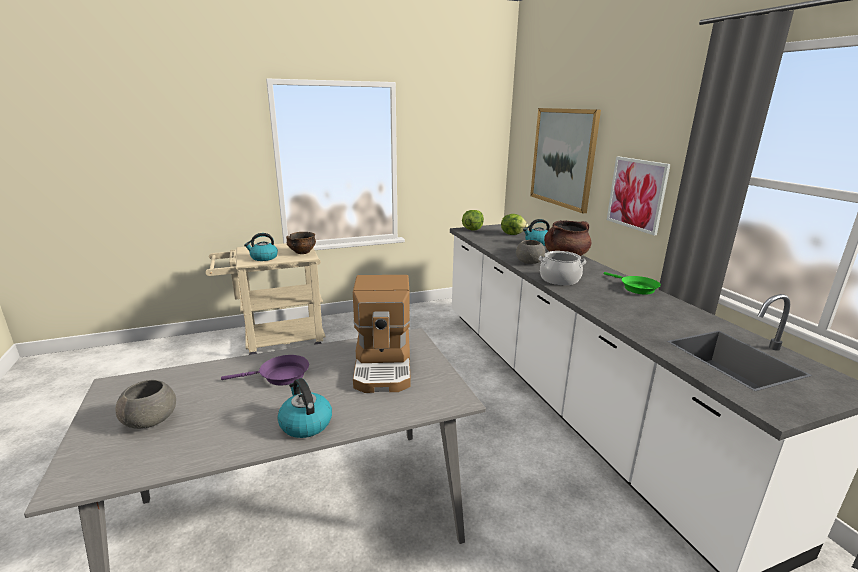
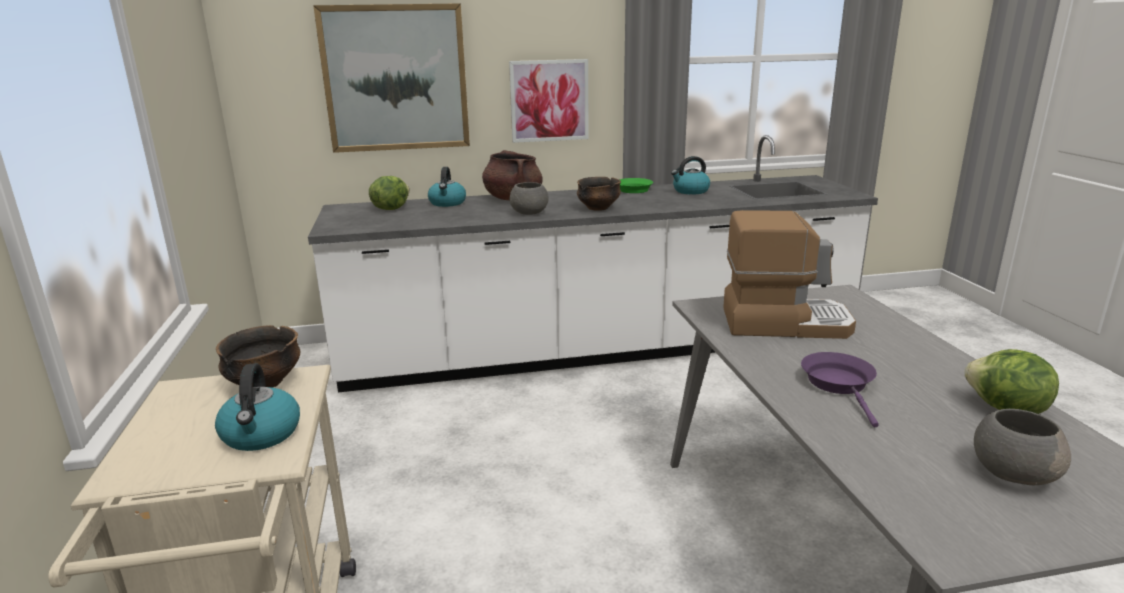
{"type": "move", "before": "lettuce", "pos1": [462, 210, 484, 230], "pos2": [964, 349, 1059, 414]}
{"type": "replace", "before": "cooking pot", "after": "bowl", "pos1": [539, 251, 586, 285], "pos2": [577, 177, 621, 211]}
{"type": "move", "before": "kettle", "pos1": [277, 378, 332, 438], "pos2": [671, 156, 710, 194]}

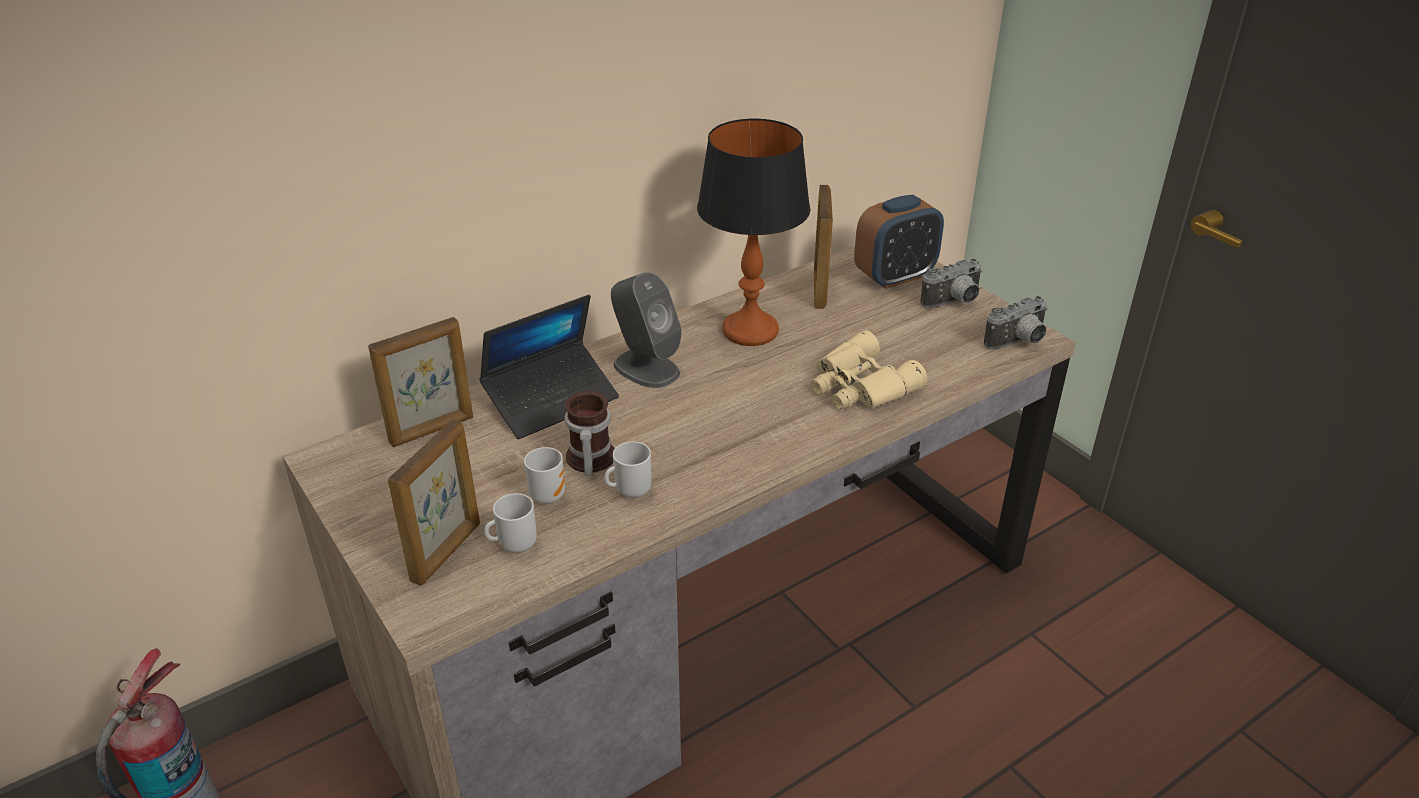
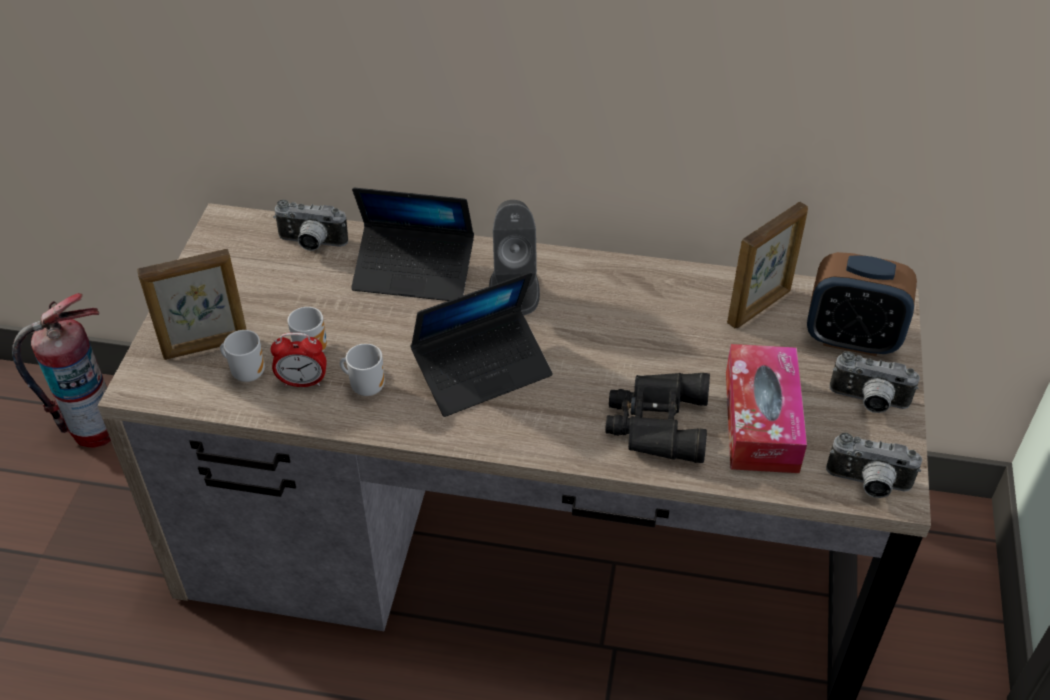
{"type": "delete", "before": "table lamp", "pos1": [697, 119, 810, 346]}
{"type": "replace", "before": "picture frame", "after": "photo camera", "pos1": [368, 317, 473, 447], "pos2": [273, 200, 348, 251]}
{"type": "recolor", "before": "binoculars in beige", "after": "binoculars in black", "pos1": [811, 330, 927, 410], "pos2": [605, 373, 710, 463]}
{"type": "delete", "before": "mug", "pos1": [565, 391, 614, 476]}
{"type": "insert", "after": "laptop", "pos2": [410, 272, 553, 417]}
{"type": "insert", "after": "alarm clock", "pos2": [271, 333, 327, 387]}
{"type": "insert", "after": "tissue box", "pos2": [726, 344, 807, 473]}

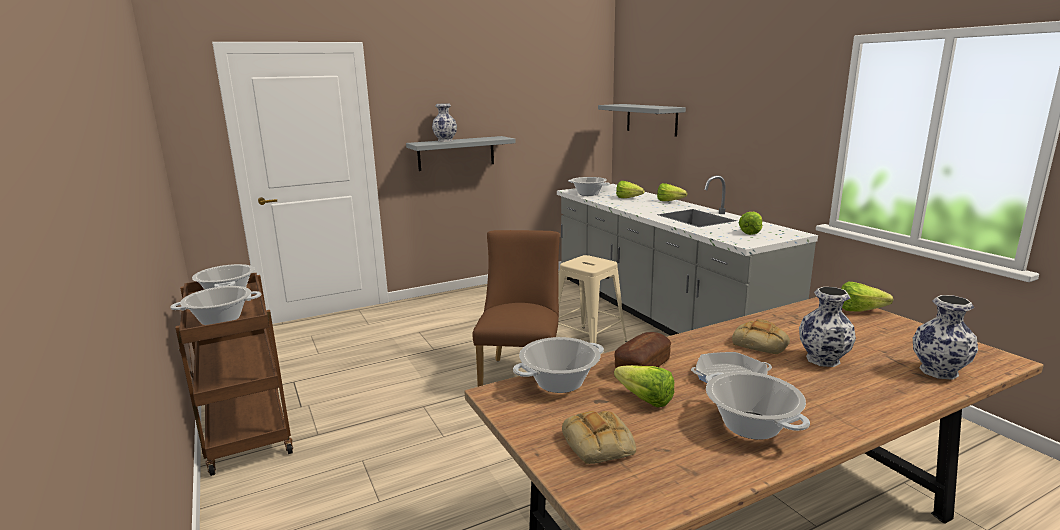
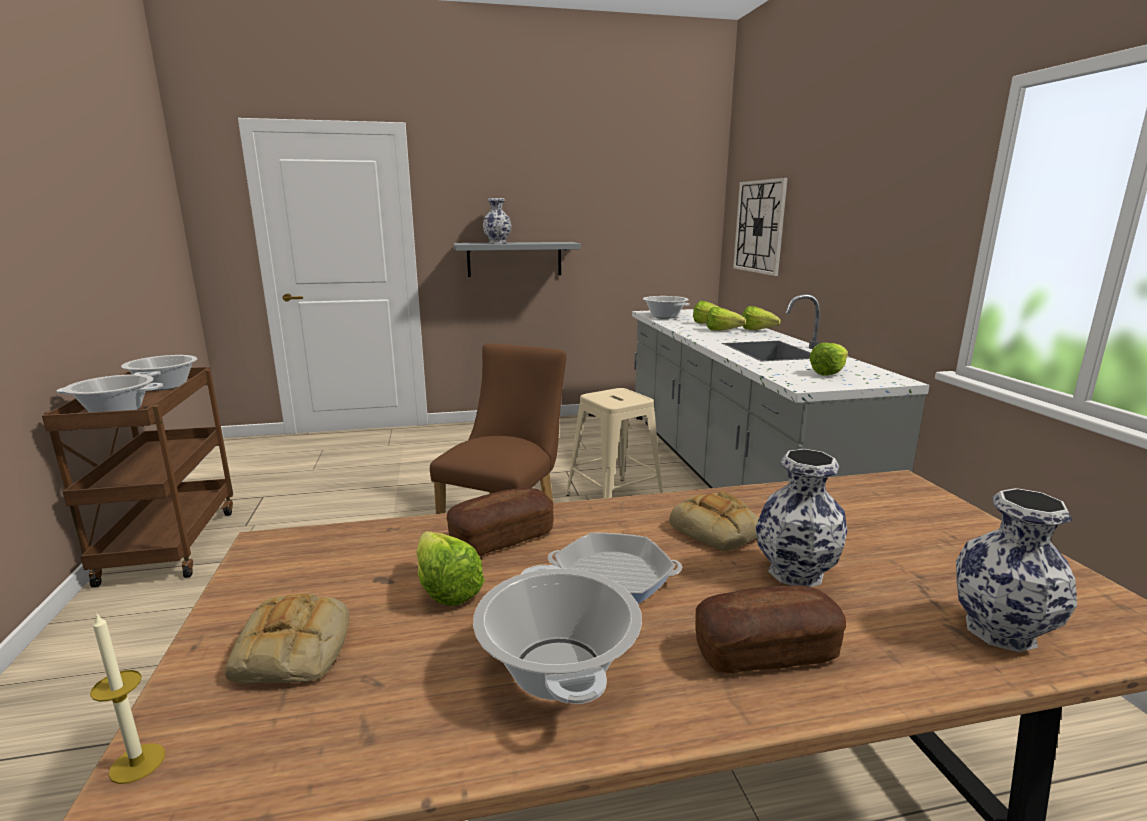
{"type": "replace", "before": "shelf in grey", "after": "wall clock", "pos1": [598, 104, 686, 137], "pos2": [733, 178, 788, 276]}
{"type": "move", "before": "lettuce", "pos1": [841, 282, 893, 312], "pos2": [707, 307, 746, 331]}
{"type": "delete", "before": "cooking pot", "pos1": [513, 337, 604, 393]}
{"type": "insert", "after": "bread", "pos2": [695, 585, 846, 673]}
{"type": "insert", "after": "candle", "pos2": [90, 612, 165, 784]}

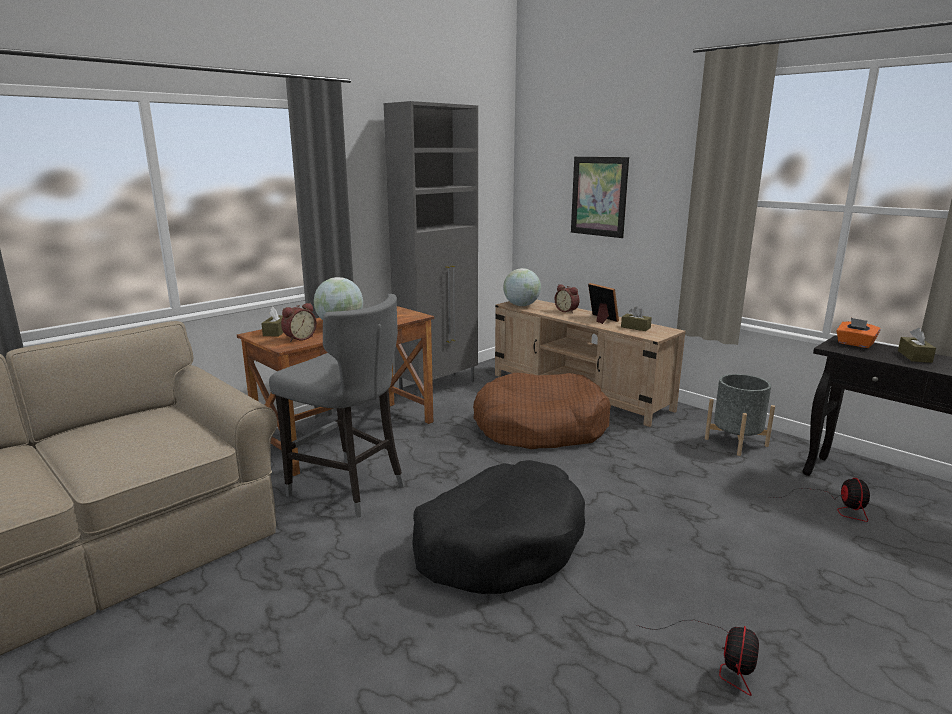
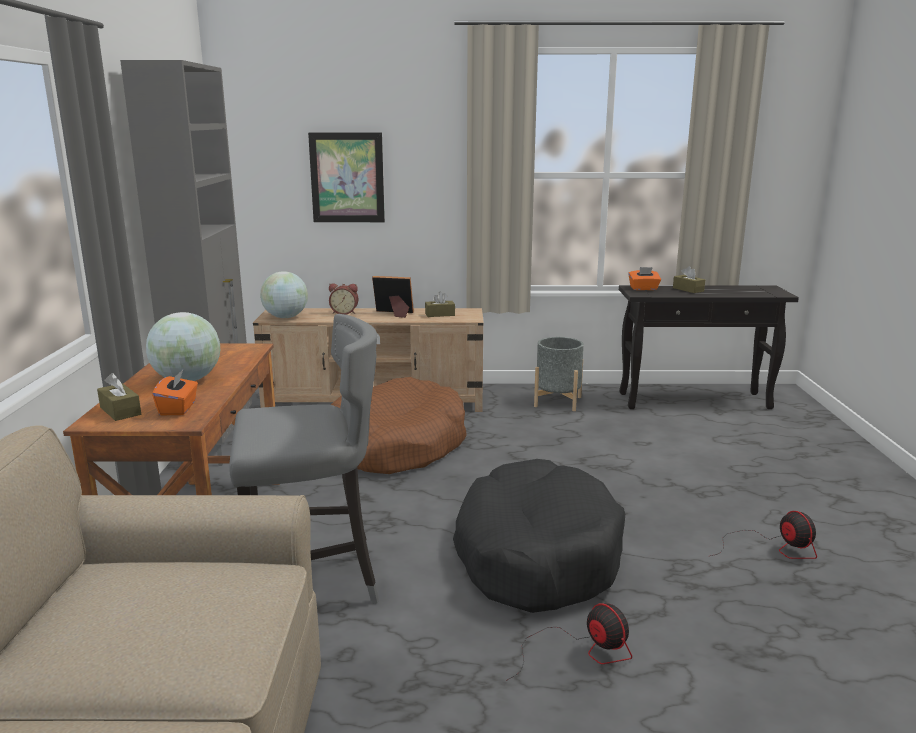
{"type": "replace", "before": "alarm clock", "after": "tissue box in orange", "pos1": [281, 303, 317, 342], "pos2": [152, 370, 198, 415]}
{"type": "move", "before": "fan", "pos1": [772, 478, 870, 522], "pos2": [506, 603, 632, 681]}

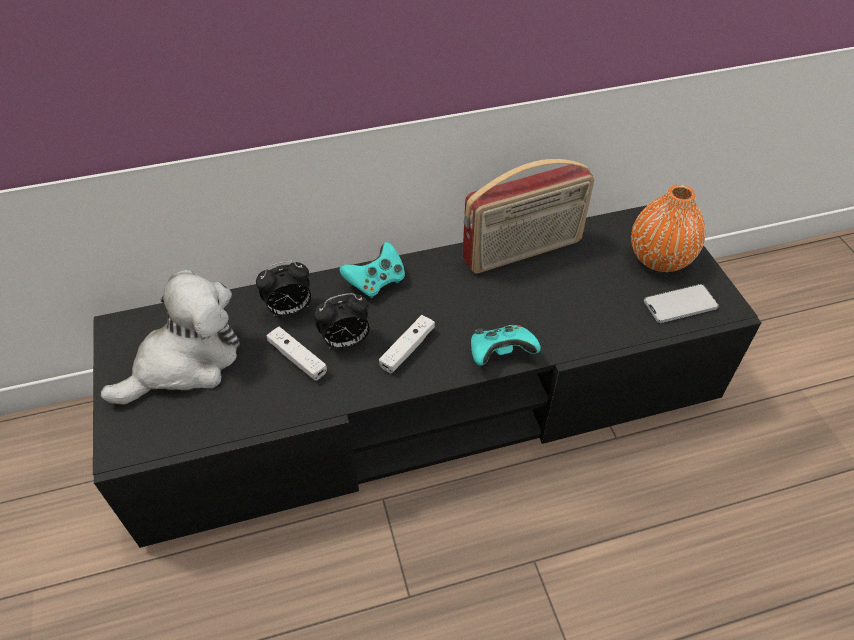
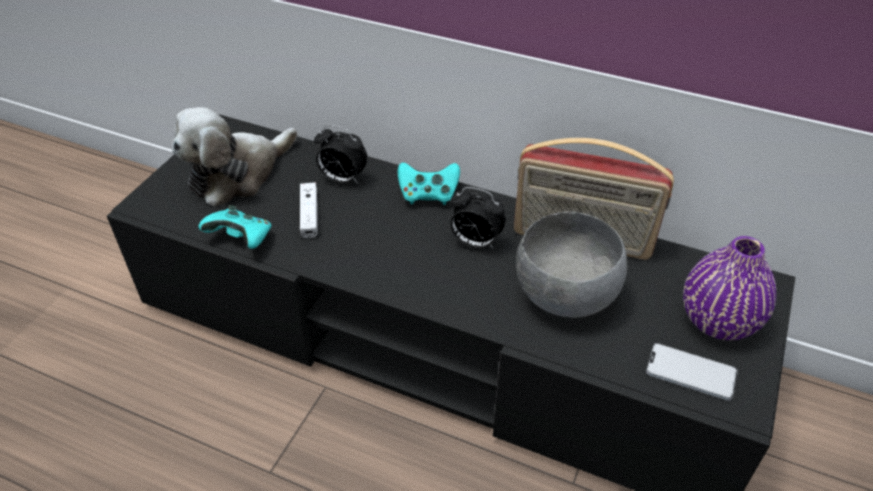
{"type": "recolor", "before": "vase in orange", "after": "vase in purple", "pos1": [631, 185, 705, 272], "pos2": [683, 236, 776, 340]}
{"type": "rotate", "before": "plush toy", "pos1": [101, 270, 240, 405], "pos2": [172, 107, 297, 207], "turn": 135}
{"type": "move", "before": "alarm clock", "pos1": [314, 293, 370, 349], "pos2": [450, 187, 506, 249]}
{"type": "delete", "before": "game controller in white", "pos1": [379, 315, 435, 373]}
{"type": "move", "before": "game controller in turquoise", "pos1": [471, 325, 541, 366], "pos2": [199, 205, 272, 249]}
{"type": "insert", "after": "bowl in grey", "pos2": [516, 212, 628, 318]}

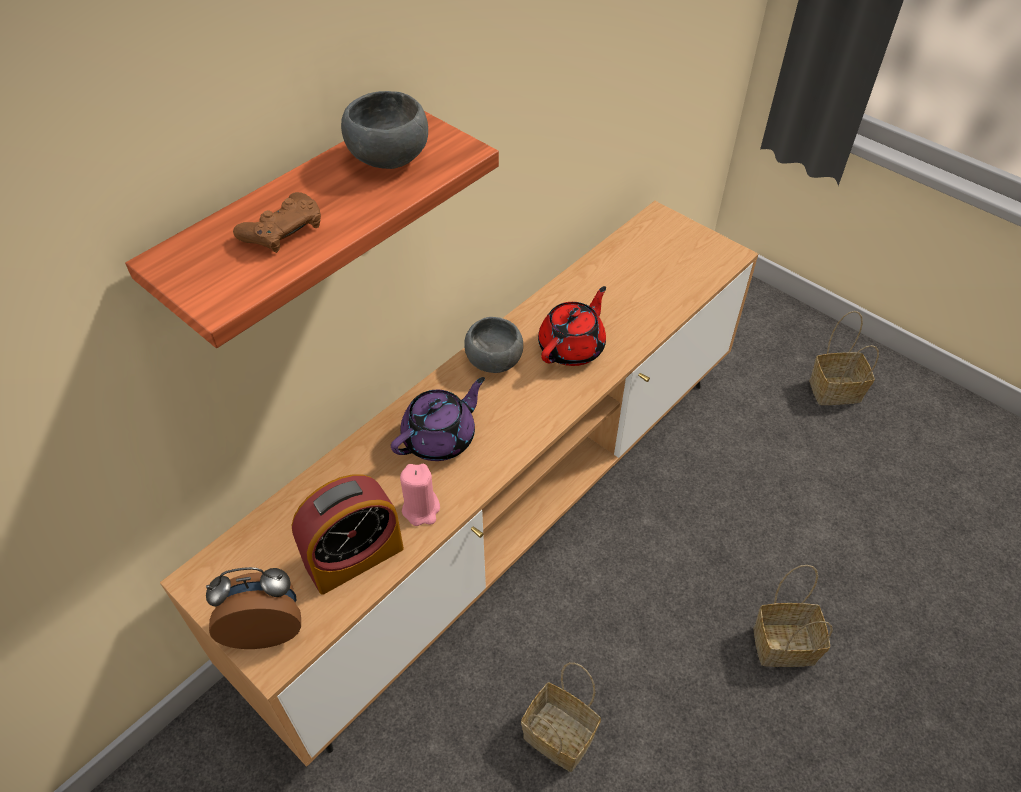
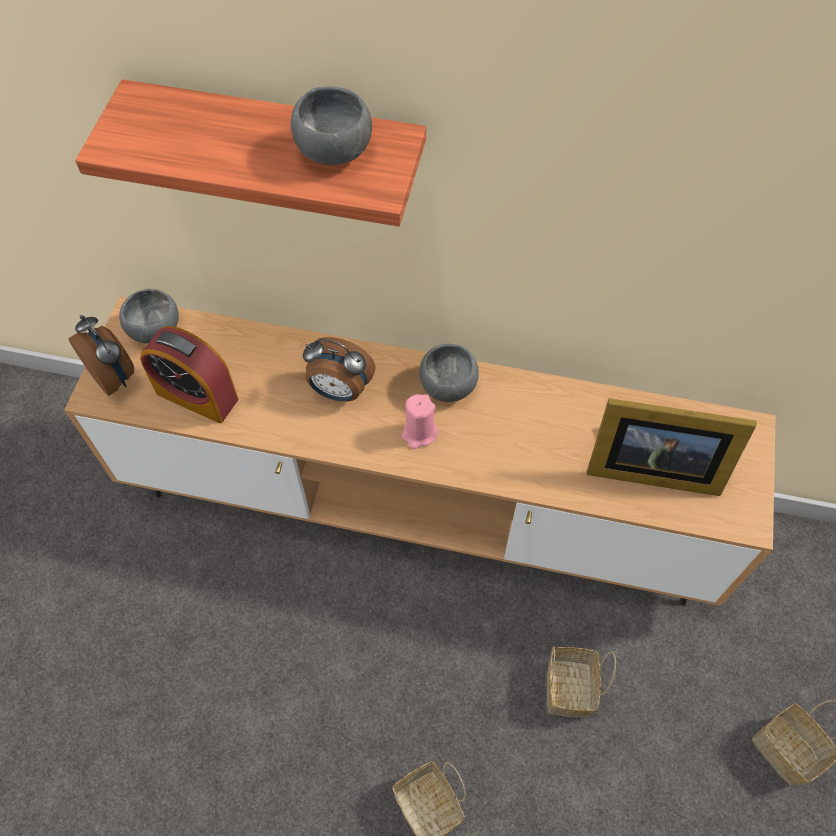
{"type": "delete", "before": "game controller in brown", "pos1": [233, 192, 321, 253]}
{"type": "delete", "before": "teapot in red", "pos1": [538, 286, 606, 366]}
{"type": "replace", "before": "teapot in purple", "after": "alarm clock", "pos1": [391, 377, 485, 461], "pos2": [303, 337, 376, 401]}
{"type": "move", "before": "candle in pink", "pos1": [400, 464, 440, 526], "pos2": [402, 394, 439, 449]}
{"type": "move", "before": "basket", "pos1": [521, 662, 601, 772], "pos2": [547, 646, 616, 718]}
{"type": "insert", "after": "bowl in grey", "pos2": [119, 289, 179, 344]}
{"type": "insert", "after": "picture frame", "pos2": [587, 398, 757, 496]}

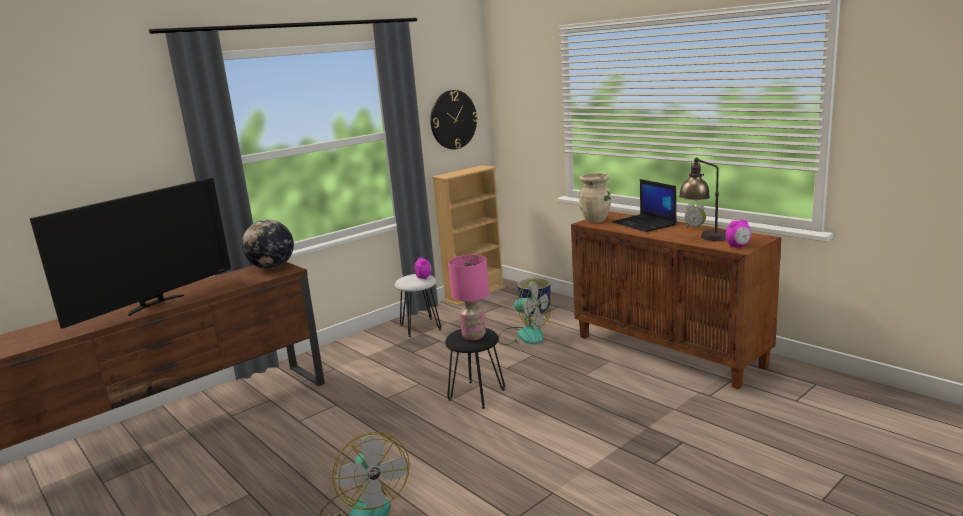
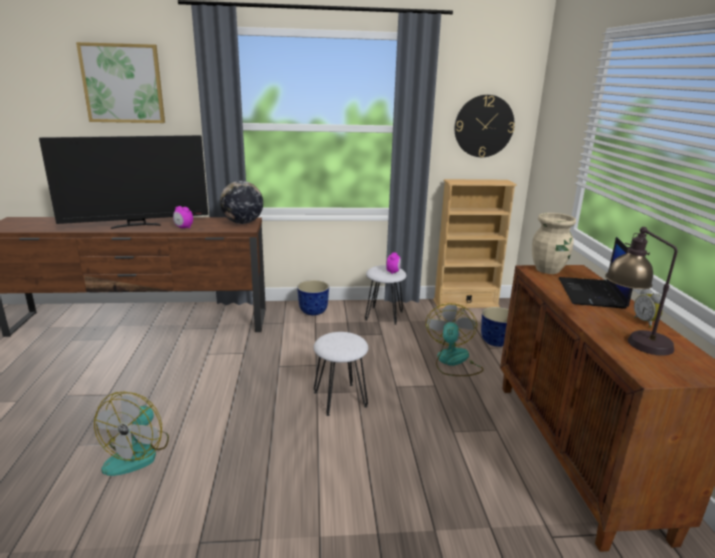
{"type": "move", "before": "alarm clock", "pos1": [725, 219, 751, 248], "pos2": [173, 206, 193, 228]}
{"type": "delete", "before": "table lamp in pink", "pos1": [448, 255, 489, 340]}
{"type": "rotate", "before": "fan", "pos1": [498, 280, 551, 345], "pos2": [426, 303, 484, 376], "turn": -150}
{"type": "recolor", "before": "stool in black", "after": "stool in white", "pos1": [445, 328, 505, 409], "pos2": [313, 332, 368, 416]}
{"type": "insert", "after": "picture", "pos2": [76, 42, 165, 123]}
{"type": "insert", "after": "planter", "pos2": [297, 280, 329, 315]}

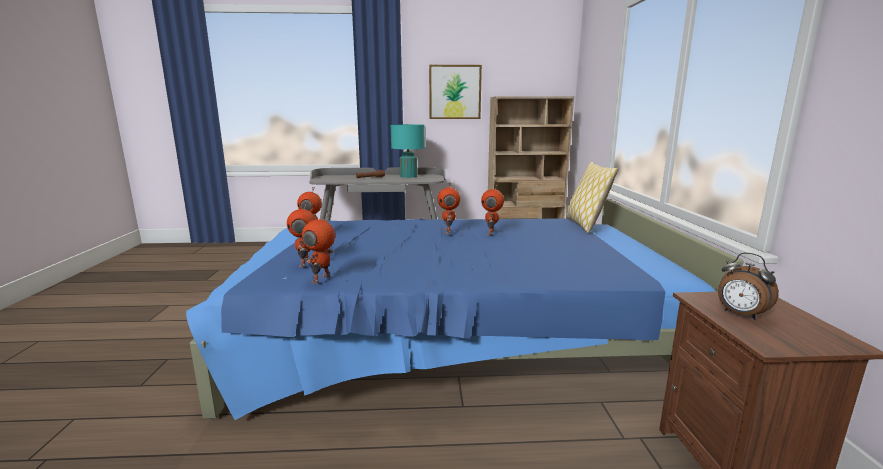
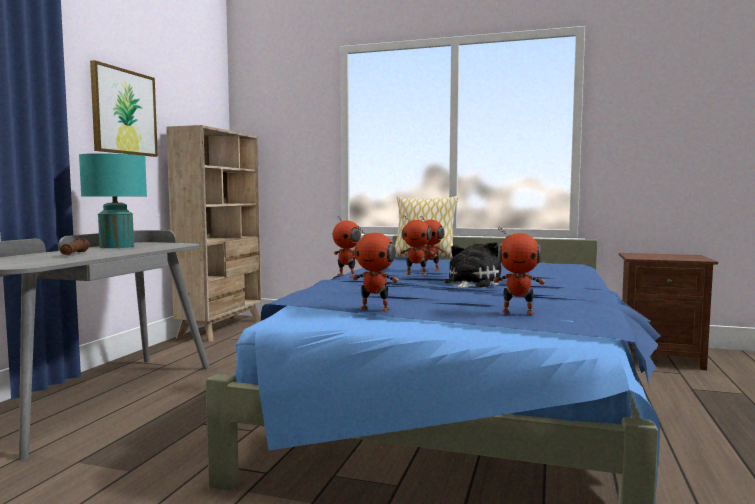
{"type": "move", "before": "toy robot", "pos1": [302, 212, 335, 284], "pos2": [333, 216, 361, 278]}
{"type": "delete", "before": "alarm clock", "pos1": [718, 252, 779, 320]}
{"type": "insert", "after": "plush toy", "pos2": [445, 242, 502, 287]}

